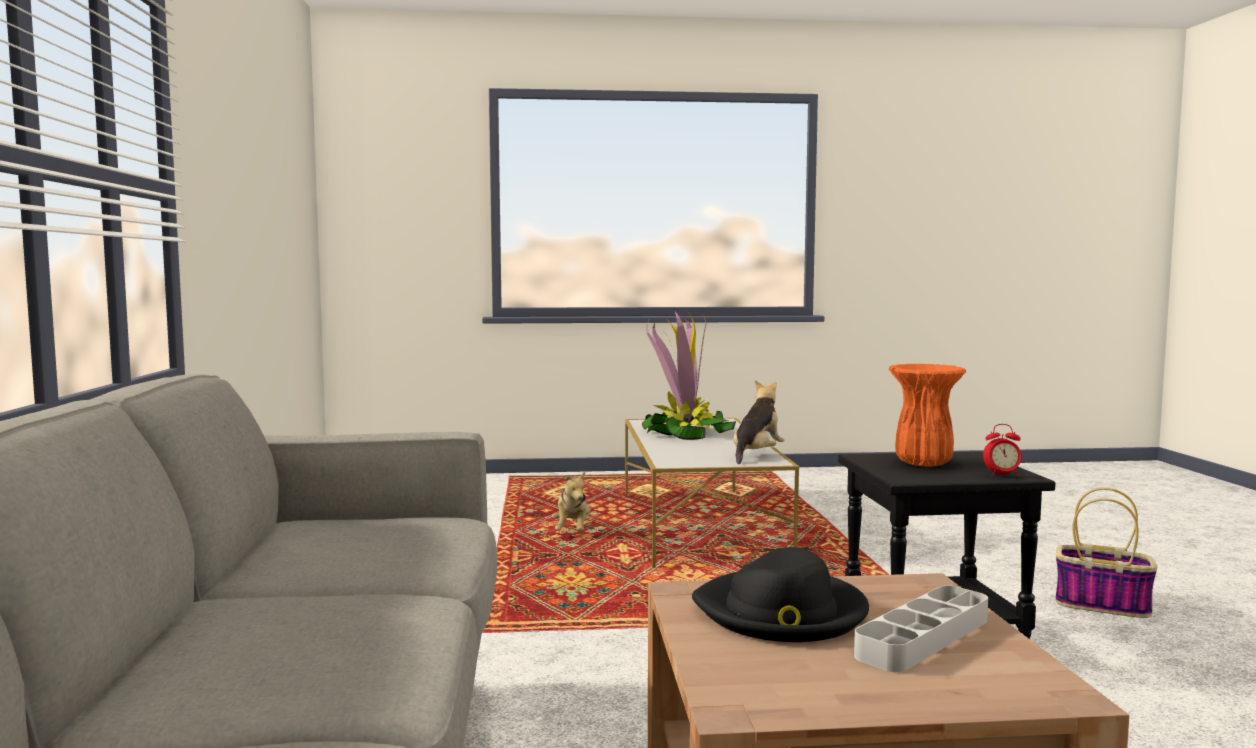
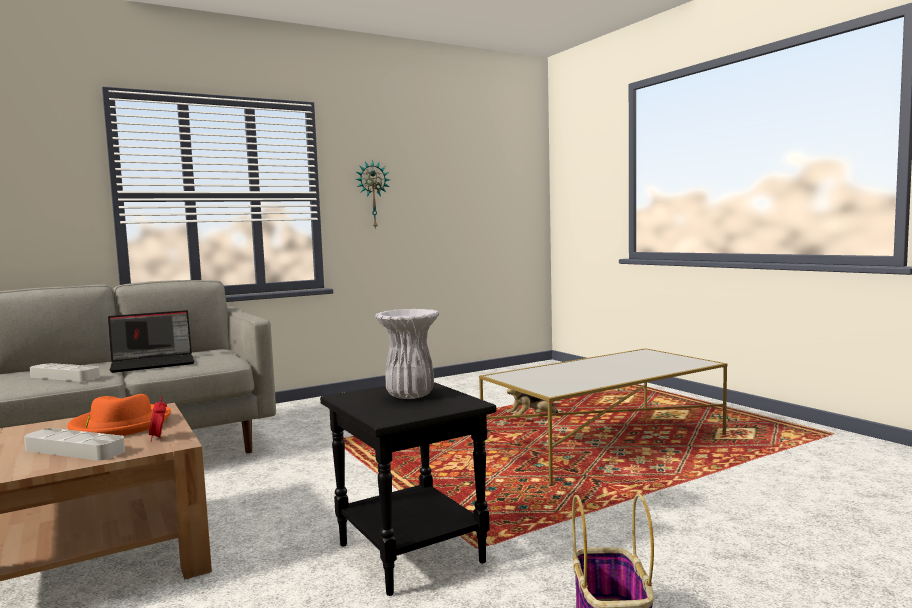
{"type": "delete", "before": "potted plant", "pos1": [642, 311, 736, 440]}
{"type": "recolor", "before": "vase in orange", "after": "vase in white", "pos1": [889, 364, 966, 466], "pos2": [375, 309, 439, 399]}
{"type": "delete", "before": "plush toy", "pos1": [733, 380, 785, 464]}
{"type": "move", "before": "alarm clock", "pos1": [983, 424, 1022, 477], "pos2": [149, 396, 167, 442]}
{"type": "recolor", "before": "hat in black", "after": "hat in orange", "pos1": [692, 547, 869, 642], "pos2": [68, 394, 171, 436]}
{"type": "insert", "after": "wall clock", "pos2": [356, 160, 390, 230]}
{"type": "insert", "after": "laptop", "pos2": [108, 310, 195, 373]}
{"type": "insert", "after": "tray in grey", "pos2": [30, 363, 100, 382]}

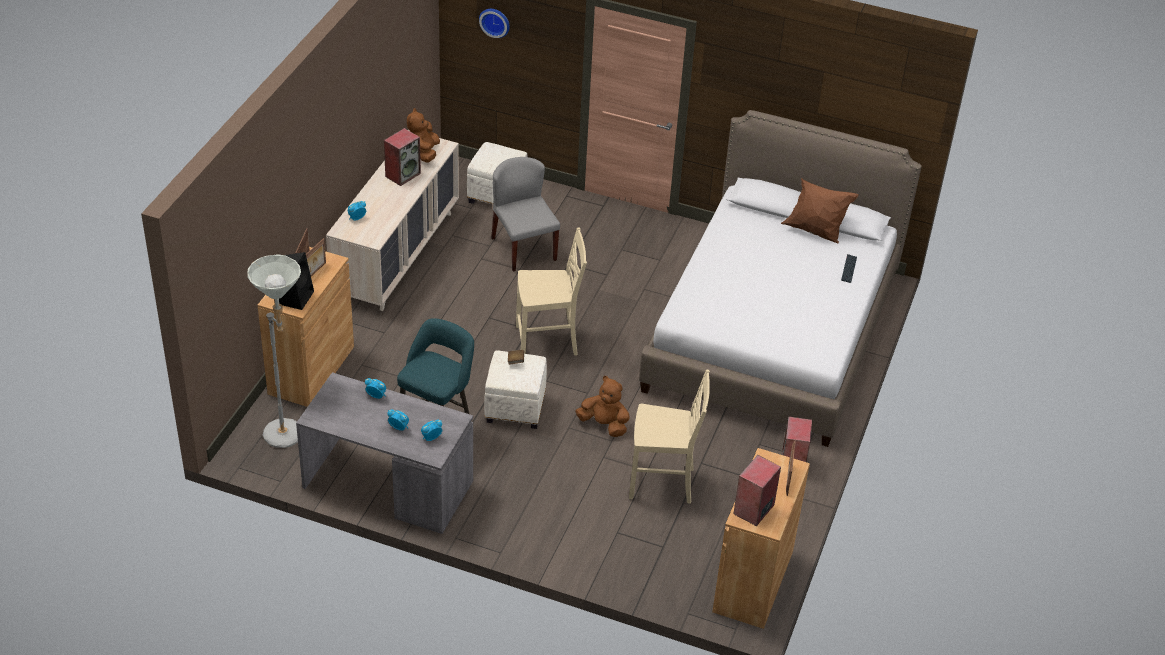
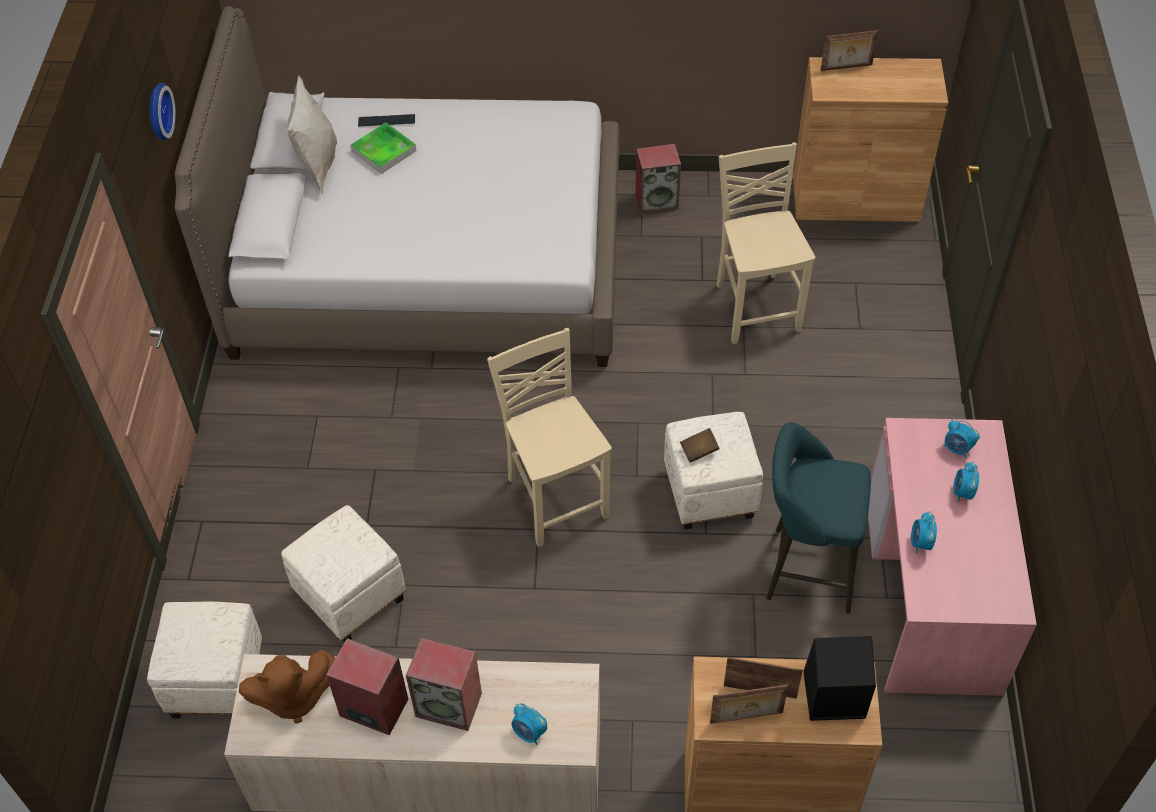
{"type": "move", "before": "wall clock", "pos1": [479, 9, 510, 38], "pos2": [149, 83, 176, 141]}
{"type": "replace", "before": "chair in grey", "after": "ottoman in white", "pos1": [491, 157, 560, 272], "pos2": [281, 505, 406, 643]}
{"type": "recolor", "before": "pillow in brown", "after": "pillow in white", "pos1": [781, 178, 859, 243], "pos2": [286, 76, 337, 193]}
{"type": "delete", "before": "floor lamp in grey", "pos1": [247, 254, 301, 448]}
{"type": "recolor", "before": "desk in grey", "after": "desk in pink", "pos1": [296, 372, 473, 534], "pos2": [868, 418, 1037, 696]}
{"type": "delete", "before": "plush toy in brown", "pos1": [575, 376, 630, 437]}
{"type": "move", "before": "speaker", "pos1": [733, 455, 781, 526], "pos2": [406, 638, 482, 731]}
{"type": "insert", "after": "tray", "pos2": [351, 122, 417, 174]}

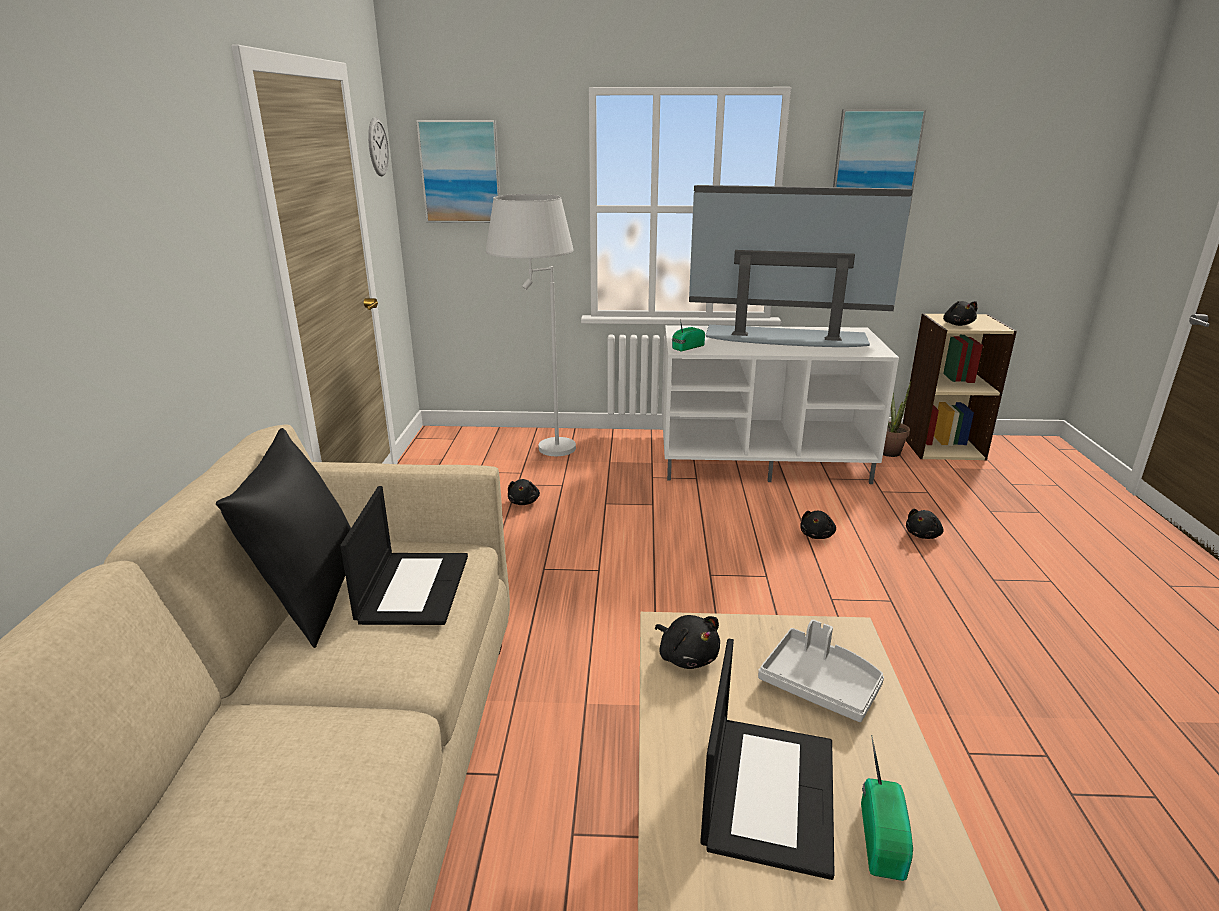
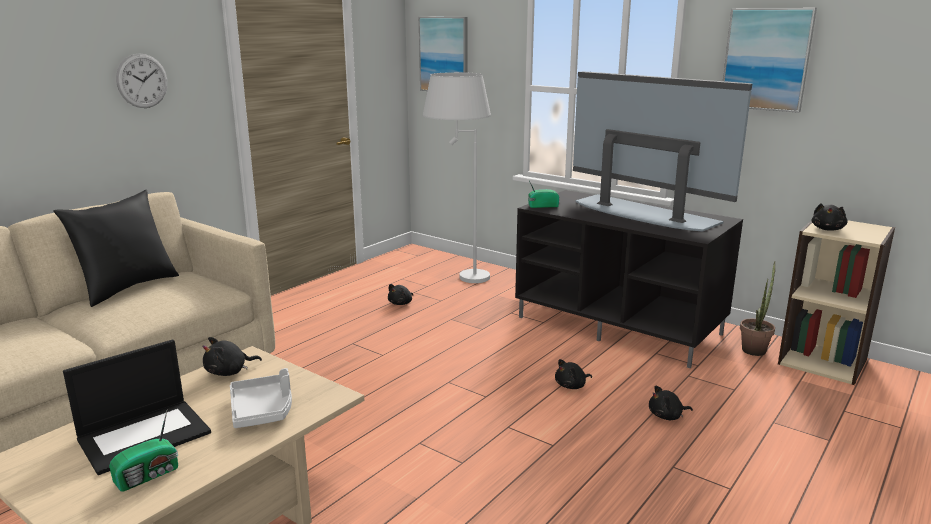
{"type": "move", "before": "wall clock", "pos1": [368, 117, 389, 176], "pos2": [116, 53, 168, 108]}
{"type": "recolor", "before": "tv stand in white", "after": "tv stand in black", "pos1": [662, 325, 899, 484], "pos2": [515, 190, 743, 368]}
{"type": "delete", "before": "laptop", "pos1": [340, 486, 468, 625]}
{"type": "rotate", "before": "plush toy in black", "pos1": [655, 615, 720, 669], "pos2": [202, 337, 262, 376], "turn": 60}

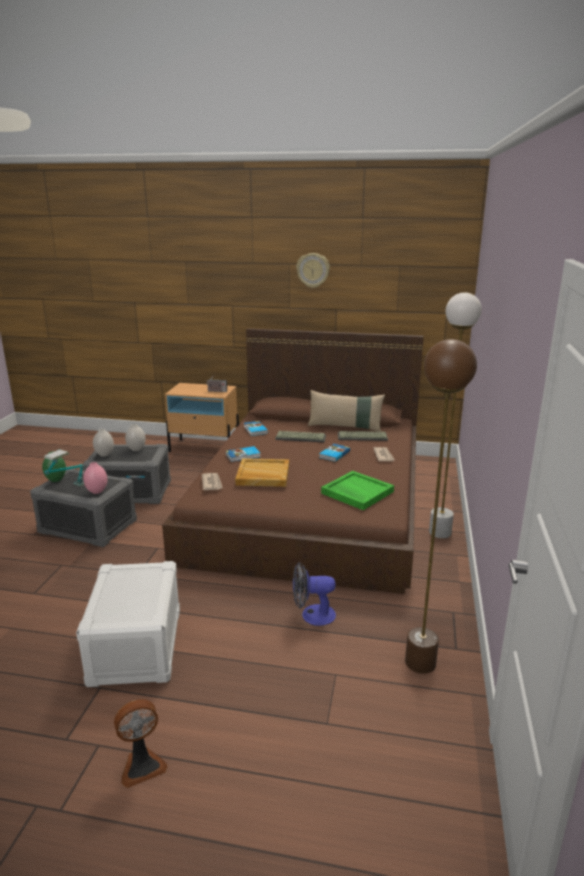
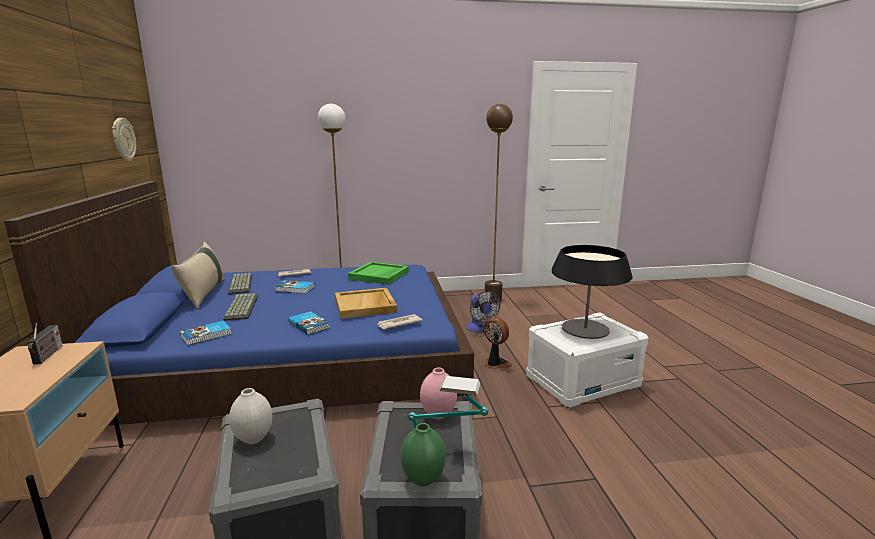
{"type": "move", "before": "wall clock", "pos1": [296, 253, 330, 288], "pos2": [112, 118, 136, 161]}
{"type": "recolor", "before": "bed in brown", "after": "bed in blue", "pos1": [162, 328, 424, 594], "pos2": [4, 181, 474, 426]}
{"type": "delete", "before": "vase in white", "pos1": [93, 429, 114, 457]}
{"type": "move", "before": "fan", "pos1": [114, 699, 167, 788], "pos2": [484, 317, 513, 369]}
{"type": "insert", "after": "table lamp", "pos2": [552, 245, 633, 339]}

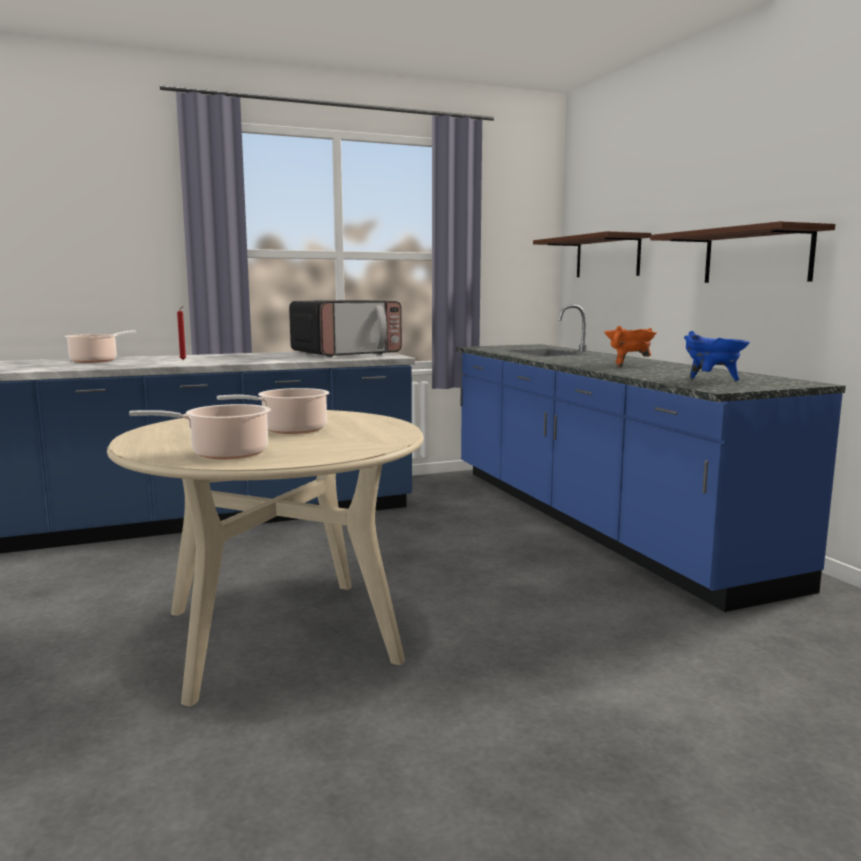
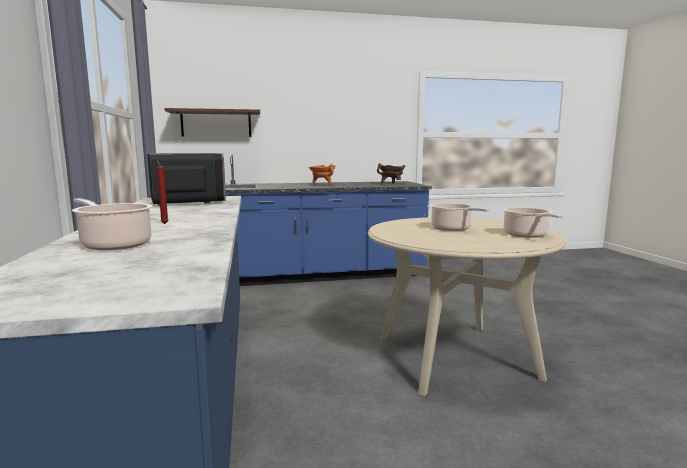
{"type": "delete", "before": "shelf in brown", "pos1": [650, 221, 835, 283]}
{"type": "recolor", "before": "cooking pot in blue", "after": "cooking pot in brown", "pos1": [684, 331, 750, 381], "pos2": [377, 163, 405, 185]}

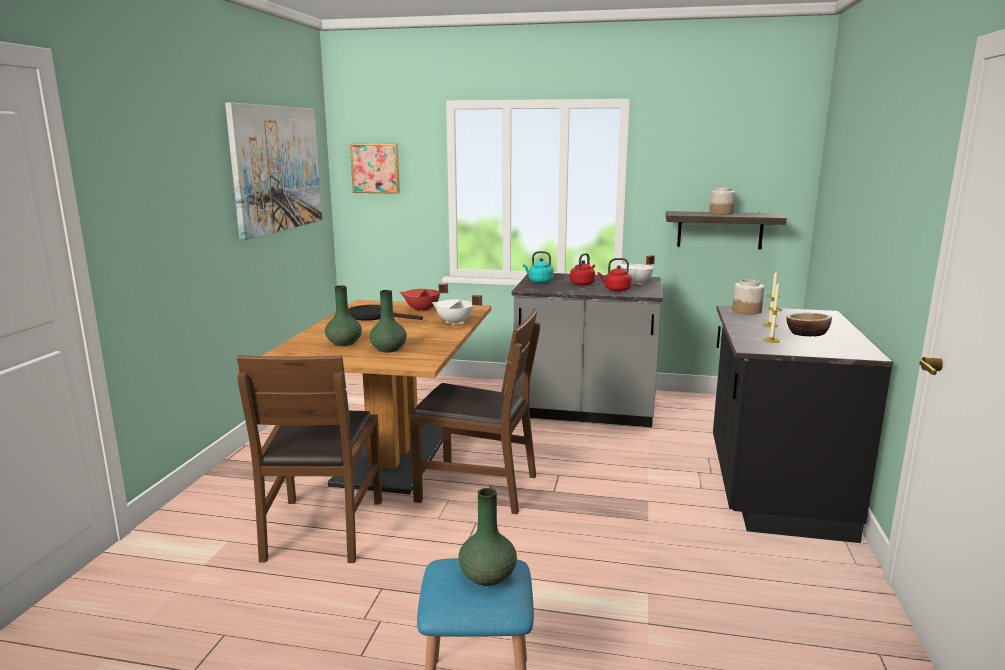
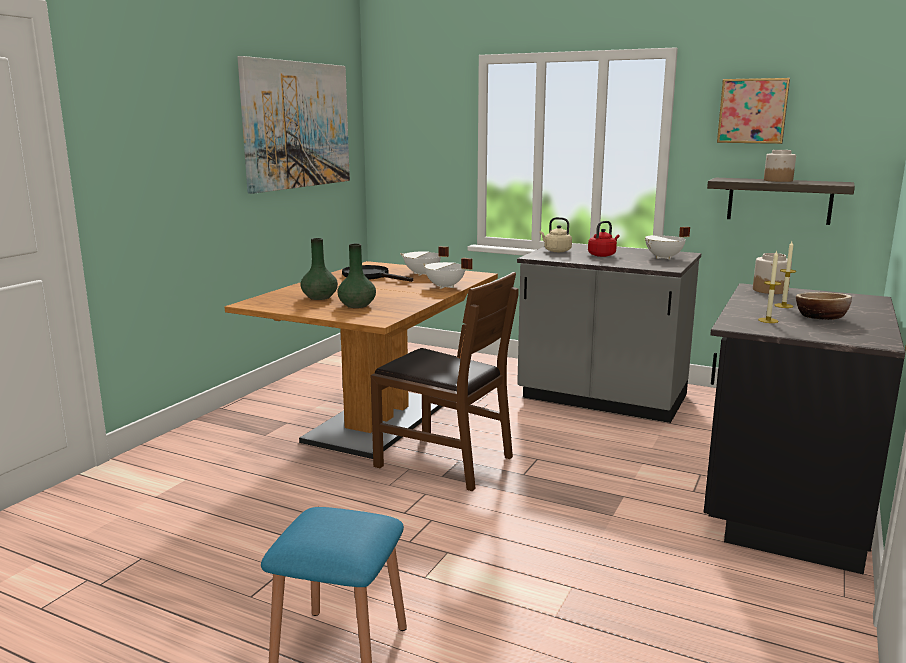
{"type": "move", "before": "picture", "pos1": [350, 144, 400, 194], "pos2": [717, 78, 790, 144]}
{"type": "recolor", "before": "kettle in turquoise", "after": "kettle in beige", "pos1": [523, 251, 554, 283], "pos2": [540, 217, 572, 252]}
{"type": "delete", "before": "kettle in red", "pos1": [598, 258, 631, 292]}
{"type": "recolor", "before": "cooking pot in red", "after": "cooking pot in white", "pos1": [399, 284, 448, 313], "pos2": [400, 246, 449, 276]}
{"type": "delete", "before": "chair in brown", "pos1": [237, 355, 382, 563]}
{"type": "delete", "before": "vase in green", "pos1": [458, 488, 517, 586]}

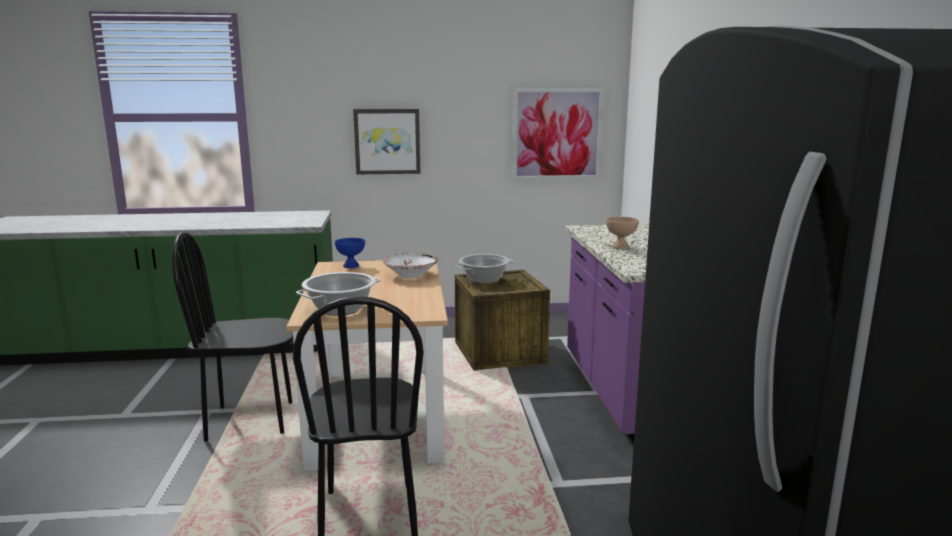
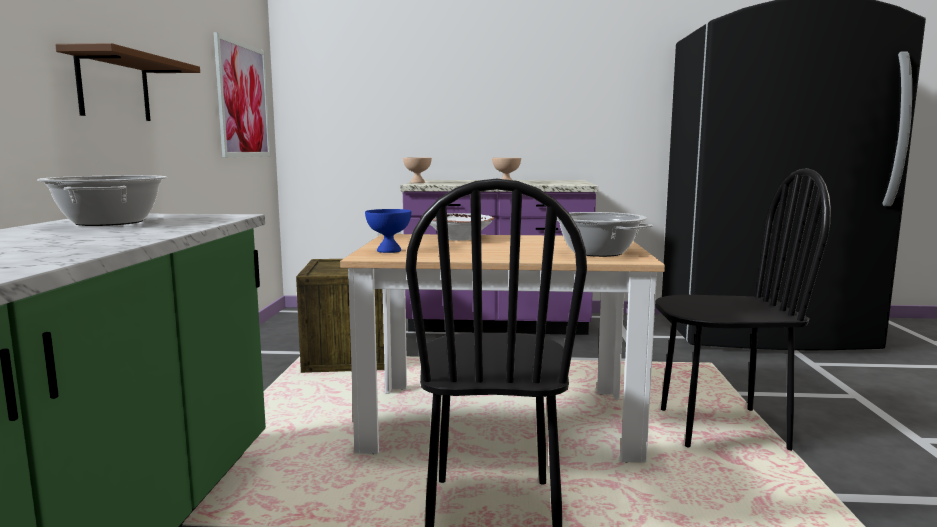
{"type": "replace", "before": "picture", "after": "shelf in brown", "pos1": [353, 109, 421, 174], "pos2": [55, 43, 200, 121]}
{"type": "move", "before": "cooking pot", "pos1": [455, 254, 514, 284], "pos2": [37, 175, 167, 226]}
{"type": "insert", "after": "bowl in beige", "pos2": [403, 158, 432, 183]}

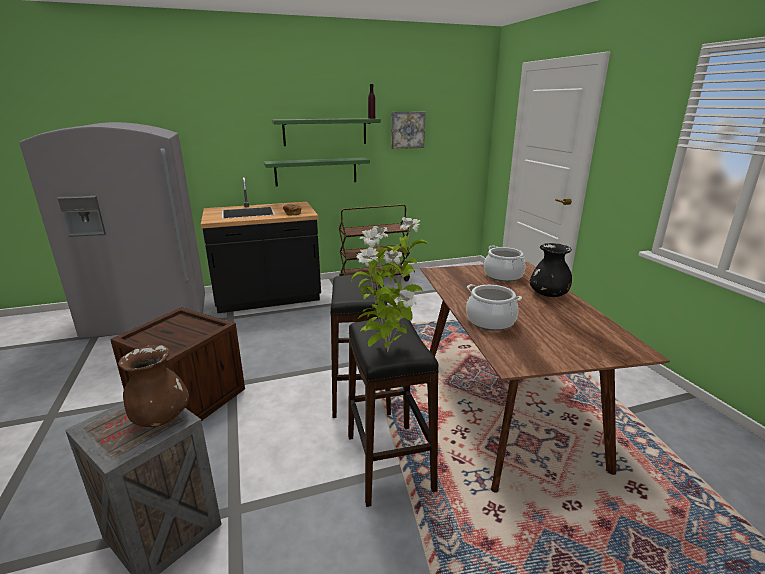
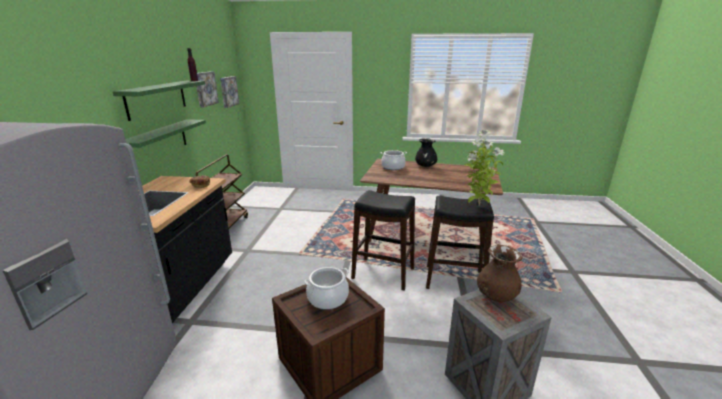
{"type": "move", "before": "cooking pot", "pos1": [466, 284, 522, 331], "pos2": [304, 267, 349, 310]}
{"type": "insert", "after": "picture", "pos2": [220, 76, 239, 108]}

